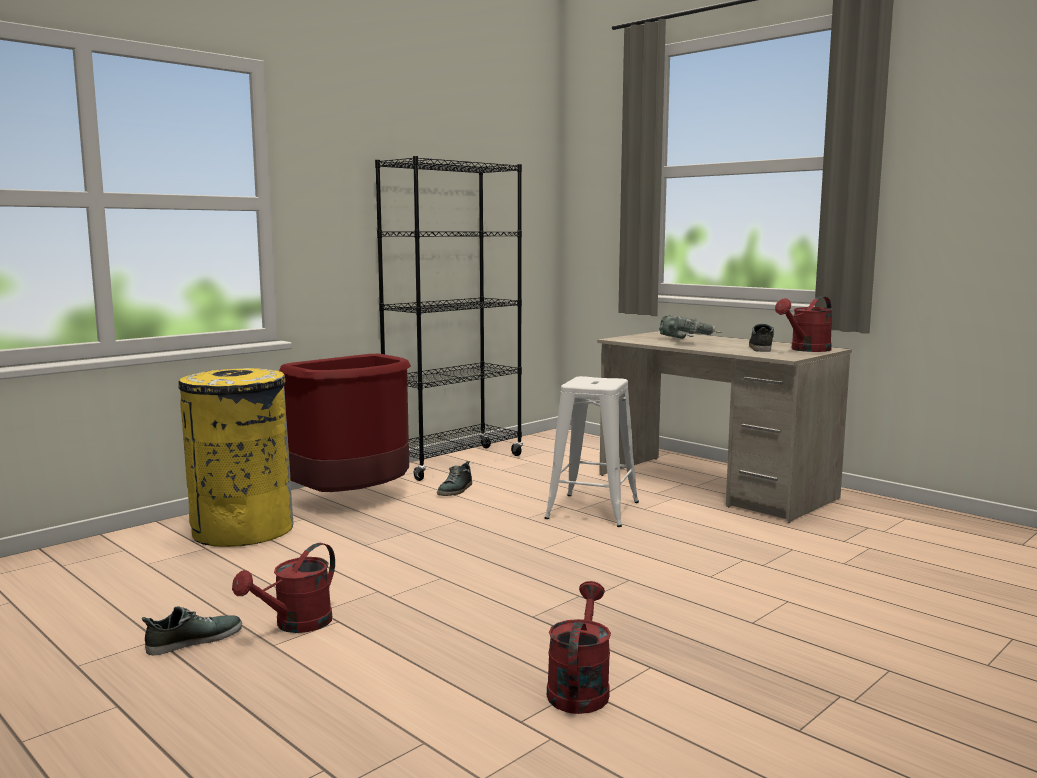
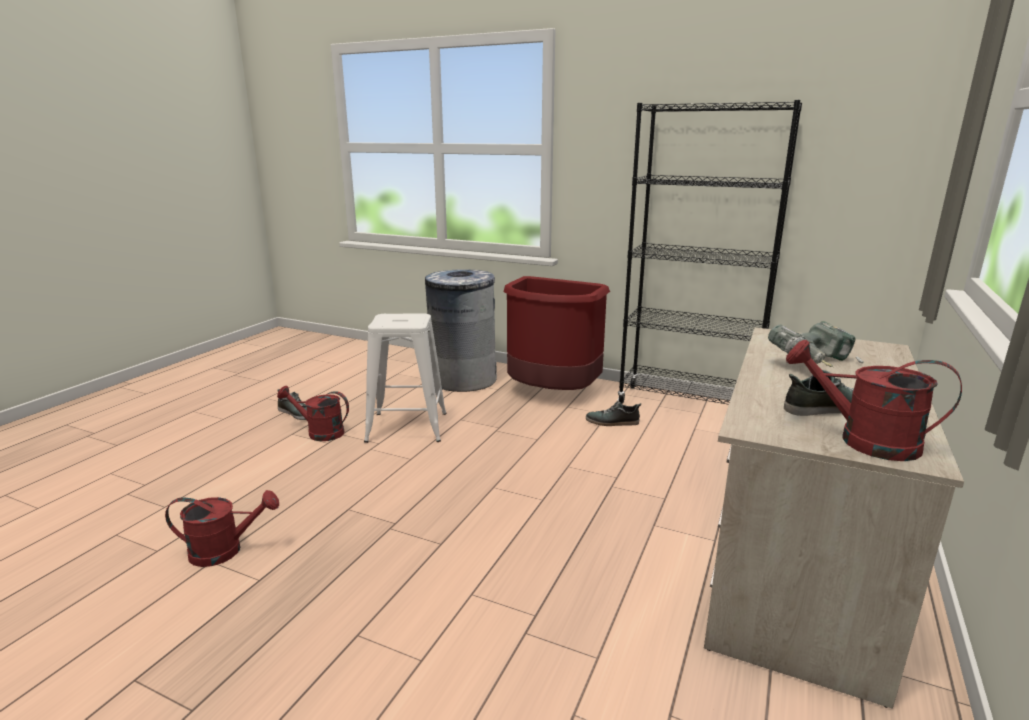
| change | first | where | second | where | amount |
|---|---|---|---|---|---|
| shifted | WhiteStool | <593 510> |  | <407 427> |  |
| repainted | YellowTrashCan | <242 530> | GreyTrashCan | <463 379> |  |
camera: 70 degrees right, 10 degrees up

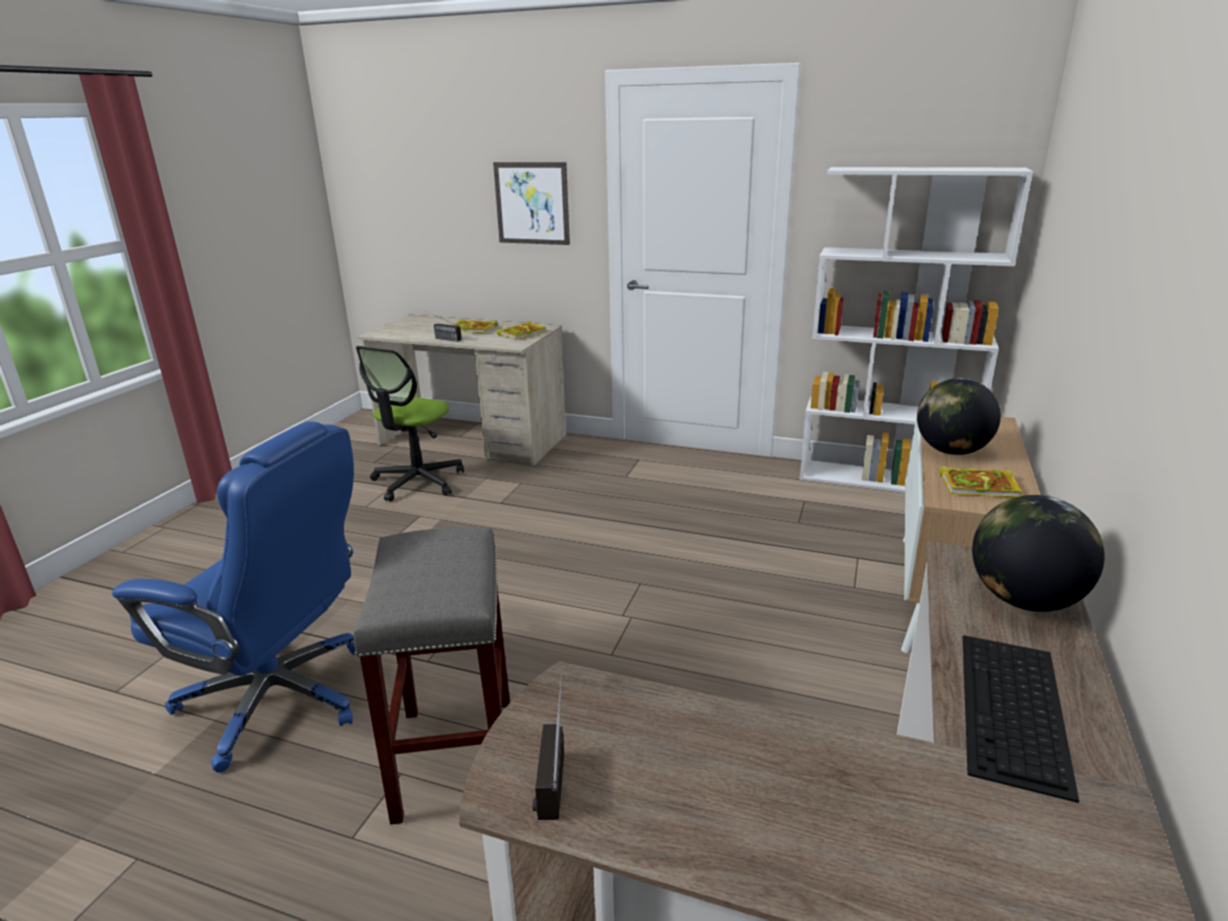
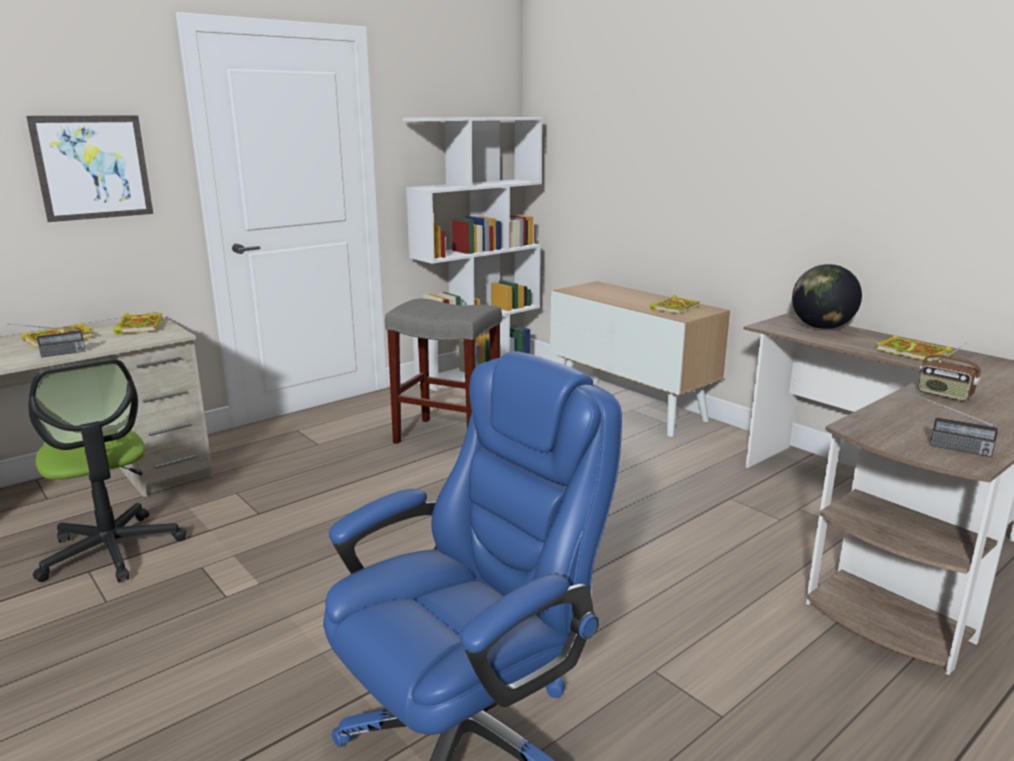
| change | first | where | second | where | amount |
|---|---|---|---|---|---|
| shifted | GreyStool | <454 755> |  | <446 437> |  |
| swapped | Keyboard | <1014 710> | Book | <914 353> |  |
| new |  |  | Radio | <944 395> |  |
| gone | Globe | <951 451> |  |  |  |
camera: 60 degrees left, 5 degrees down

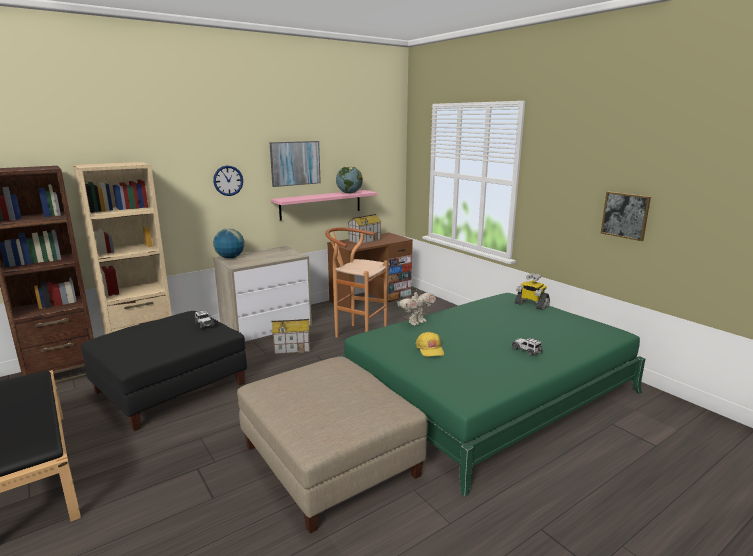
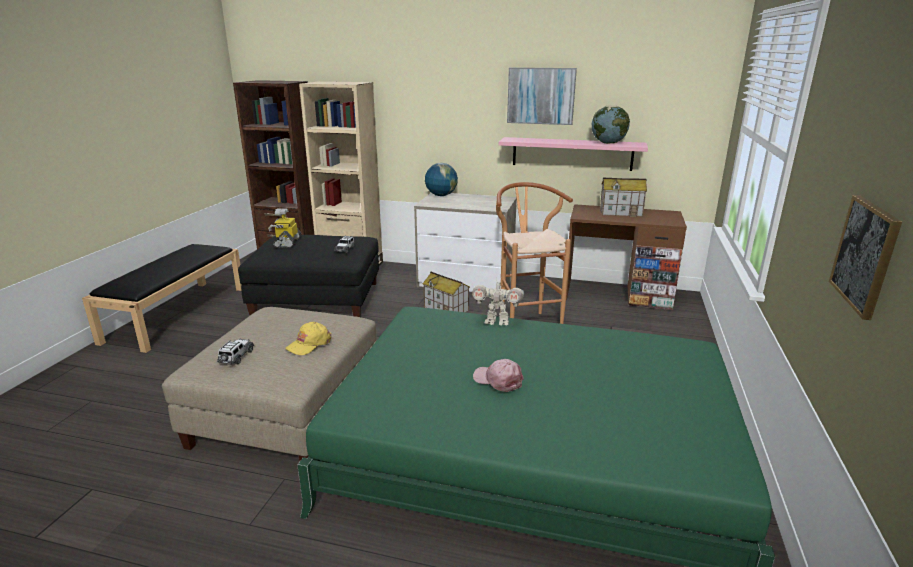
| change | first | where | second | where | amount |
|---|---|---|---|---|---|
| shifted | ToyCar | <527 351> |  | <236 357> |  |
| shifted | ToyRobot | <531 305> |  | <287 242> |  |
| shifted | YellowCap | <430 349> |  | <309 344> |  |
| new |  |  | PinkCap | <498 380> |  |
| gone | WallClock | <228 180> |  |  |  |
camera: 50 degrees right, 5 degrees up

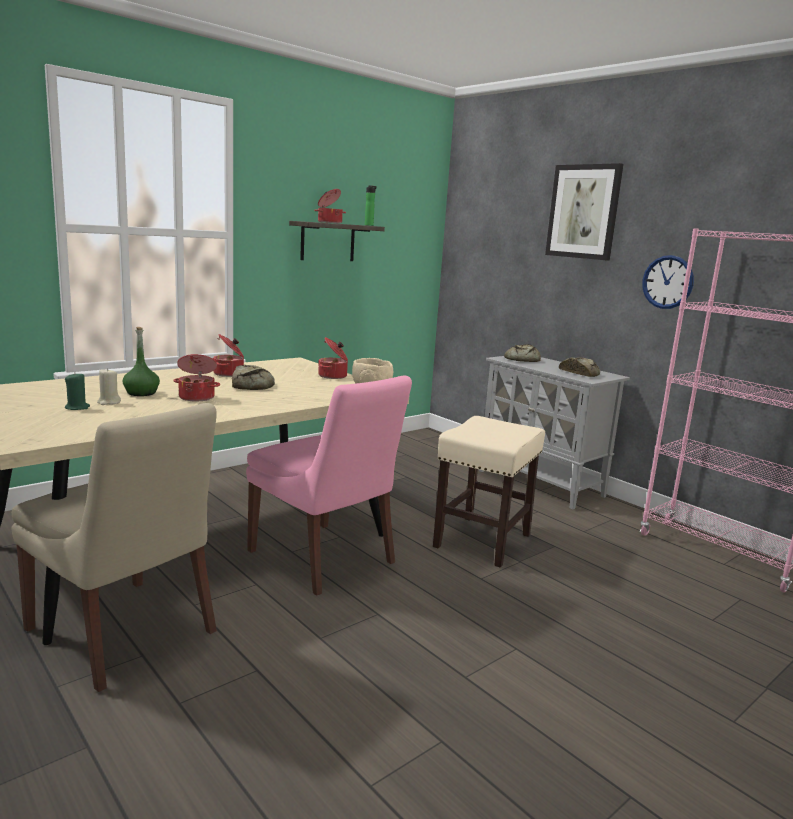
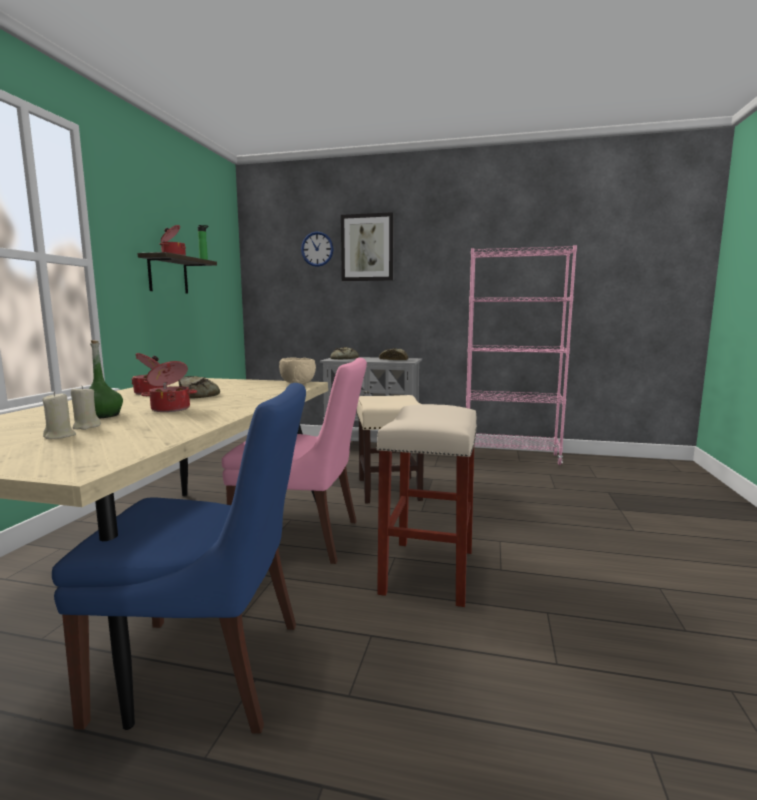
| change | first | where | second | where | amount |
|---|---|---|---|---|---|
| repainted | GreenCandle | <77 407> | BeigeCandle | <60 436> |  |
| repainted | BeigeChair | <125 633> | BlueChair | <209 670> |  |
| shifted | WallClock | <667 282> |  | <317 249> |  |
| new |  |  | BeigeStool | <427 570> |  |
| gone | CookingPot | <333 376> |  |  |  |
camera: 35 degrees left, 5 degrees down

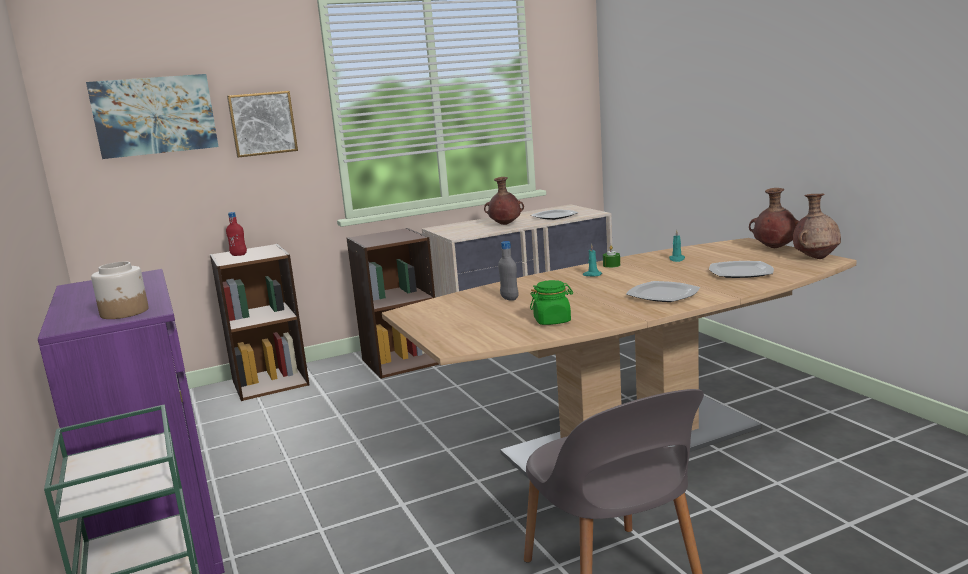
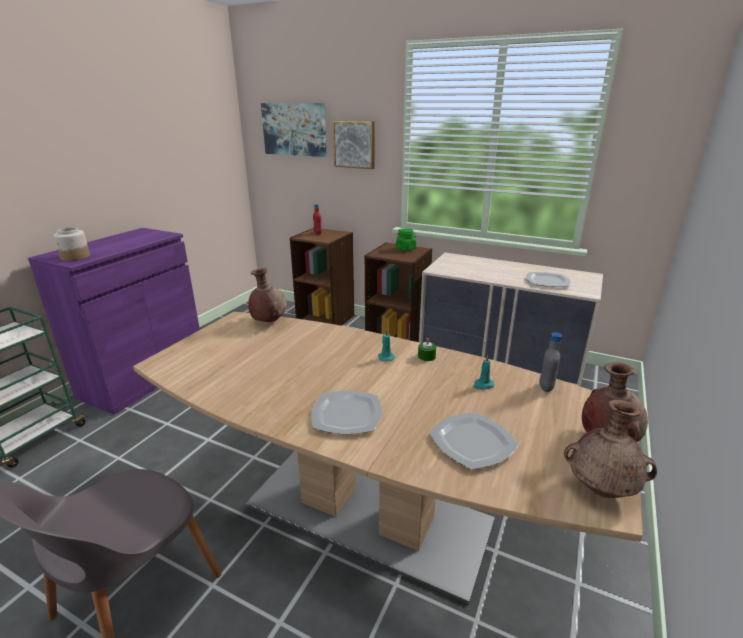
| change | first | where | second | where | amount |
|---|---|---|---|---|---|
| shifted | BrownVase | <504 225> |  | <269 321> |  |
| shifted | GreenJar | <552 321> |  | <405 249> |  |
| shifted | GreyBottle | <509 298> |  | <546 387> |  |
camera: 50 degrees right, 10 degrees up

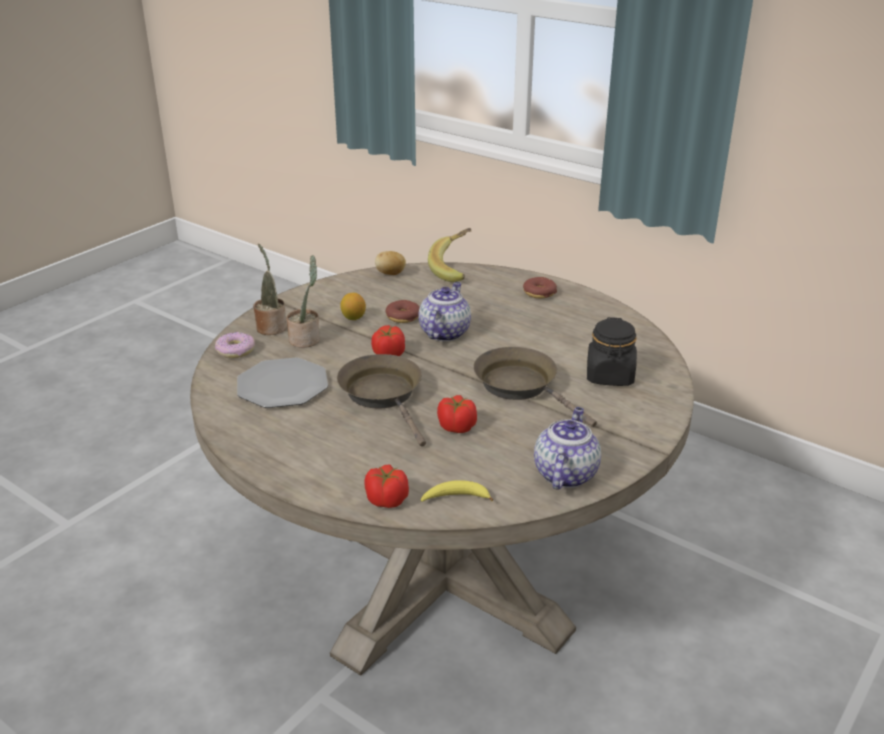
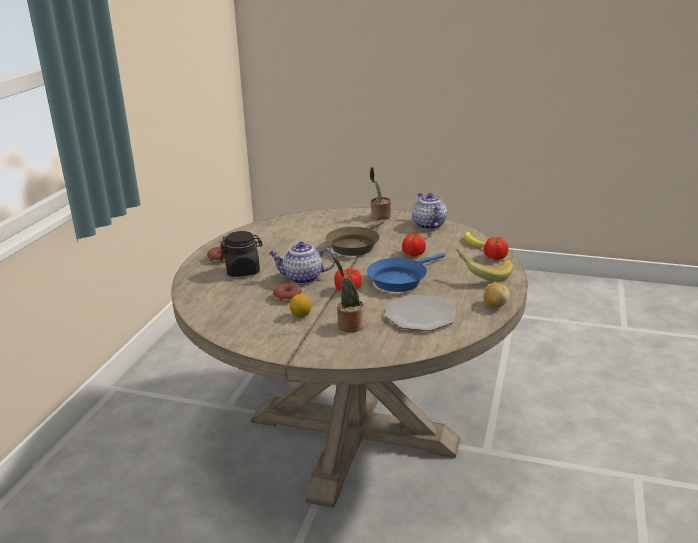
| change | first | where | second | where | amount |
|---|---|---|---|---|---|
| shifted | BlackJar | <610 376> |  | <243 270> |  |
| repainted | BrownFryingPan | <384 395> | BlueFryingPan | <400 279> |  |
| shifted | PottedPlant | <271 327> |  | <379 216> |  |
| rotated | Teapot | <565 473> |  | <428 225> | 75 degrees clockwise |
| shifted | Banana | <456 269> |  | <483 275> |  |
| shifted | Potato | <390 274> |  | <495 305> |  |
| gone | Donut | <235 351> |  |  |  |
camera: 110 degrees left, 5 degrees down

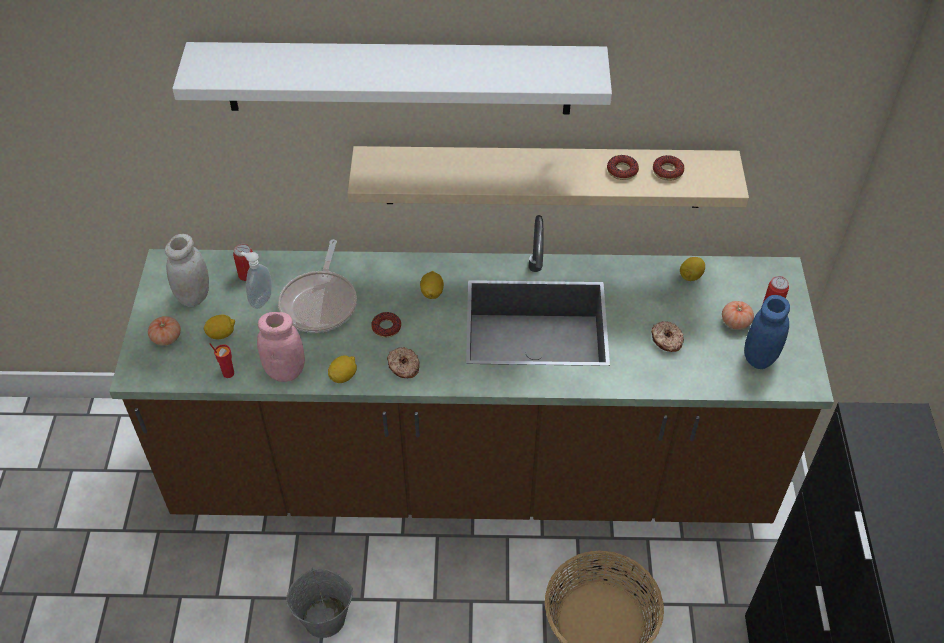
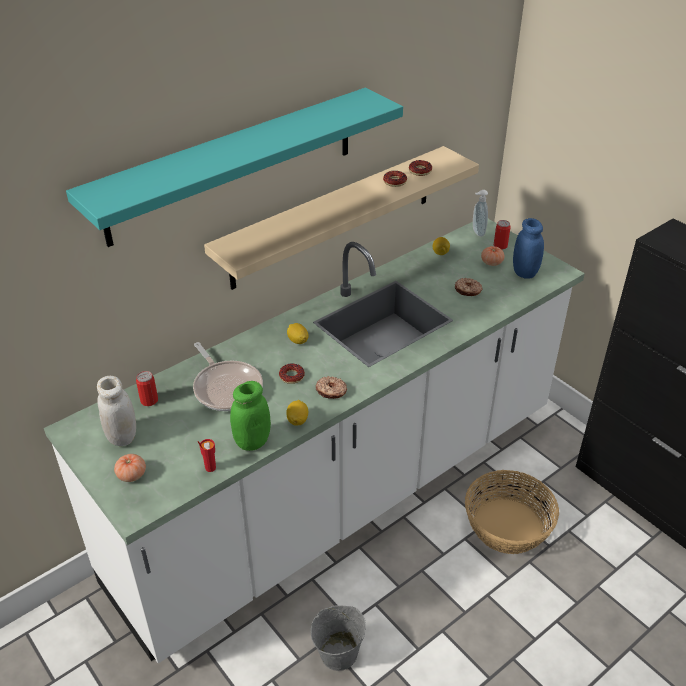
| change | first | where | second | where | amount |
|---|---|---|---|---|---|
| repainted | BrownCounter | <472 474> | WhiteCounter | <343 495> |  |
| repainted | WhiteShelf | <398 78> | TurquoiseShelf | <233 165> |  |
| repainted | PinkJar | <285 371> | GreenJar | <252 441> |  |
| shifted | SoapDispenser | <260 300> |  | <477 232> |  |
| gone | Lemon | <221 334> |  |  |  |
camera: 40 degrees left, 10 degrees down

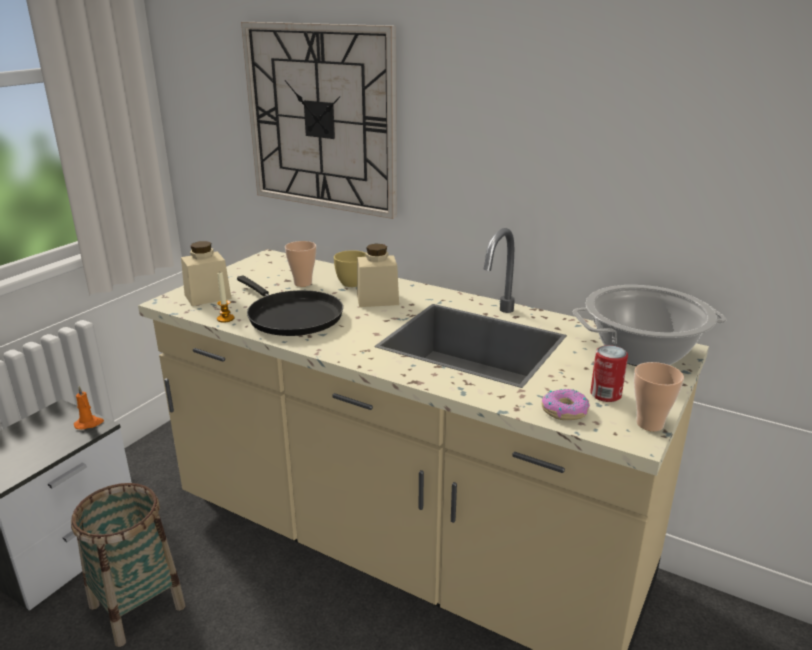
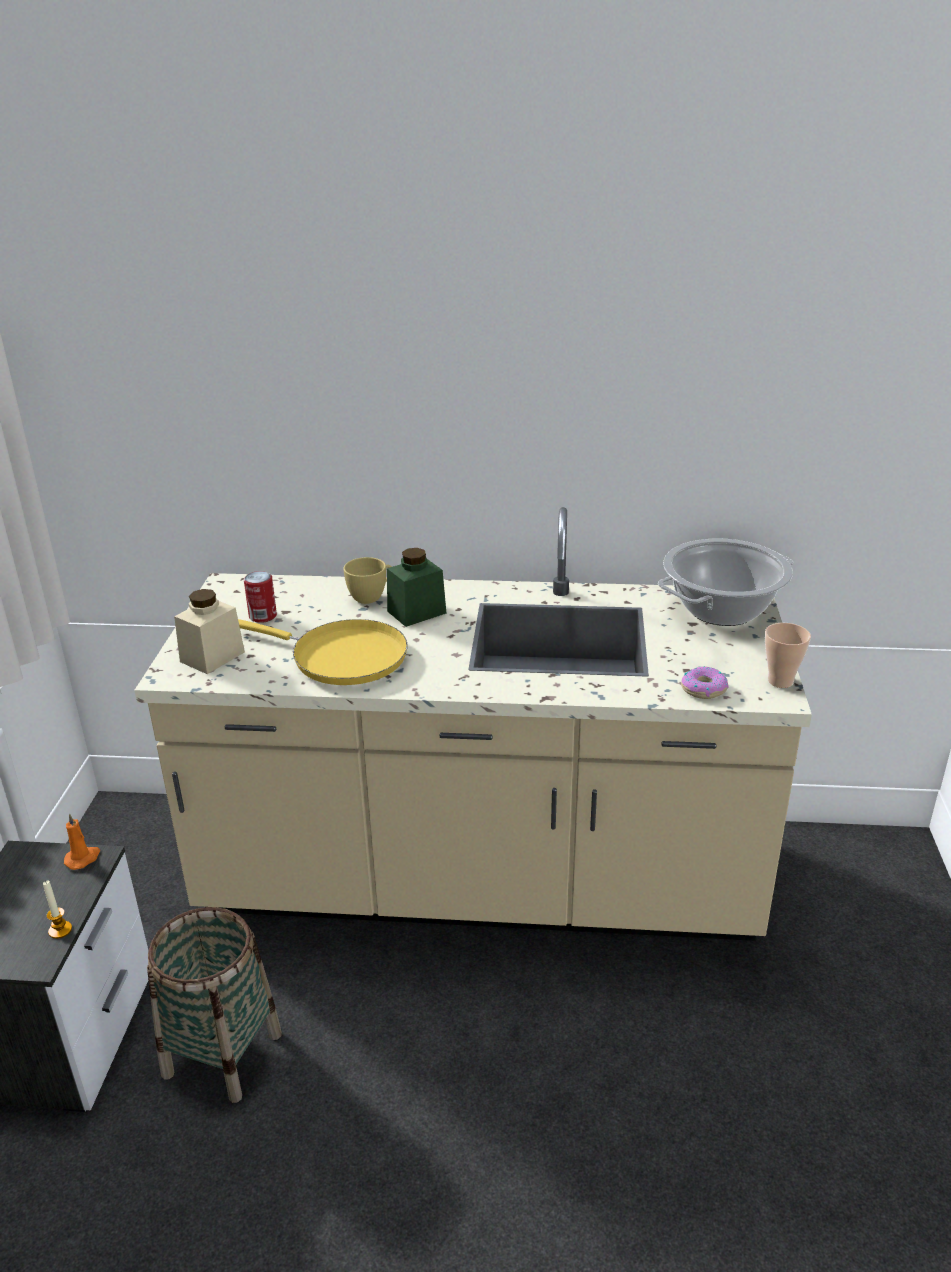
| change | first | where | second | where | amount |
|---|---|---|---|---|---|
| shifted | Candle | <225 318> |  | <60 930> |  |
| repainted | BlackFryingPan | <291 316> | YellowFryingPan | <342 657> |  |
| shifted | Can | <605 394> |  | <263 616> |  |
| repainted | BeigeJar | <377 299> | GreenJar | <416 612> |  |
| gone | WallClock | <321 119> |  |  |  |
| gone | Cup | <303 283> |  |  |  |
camera: 25 degrees left, 5 degrees up

